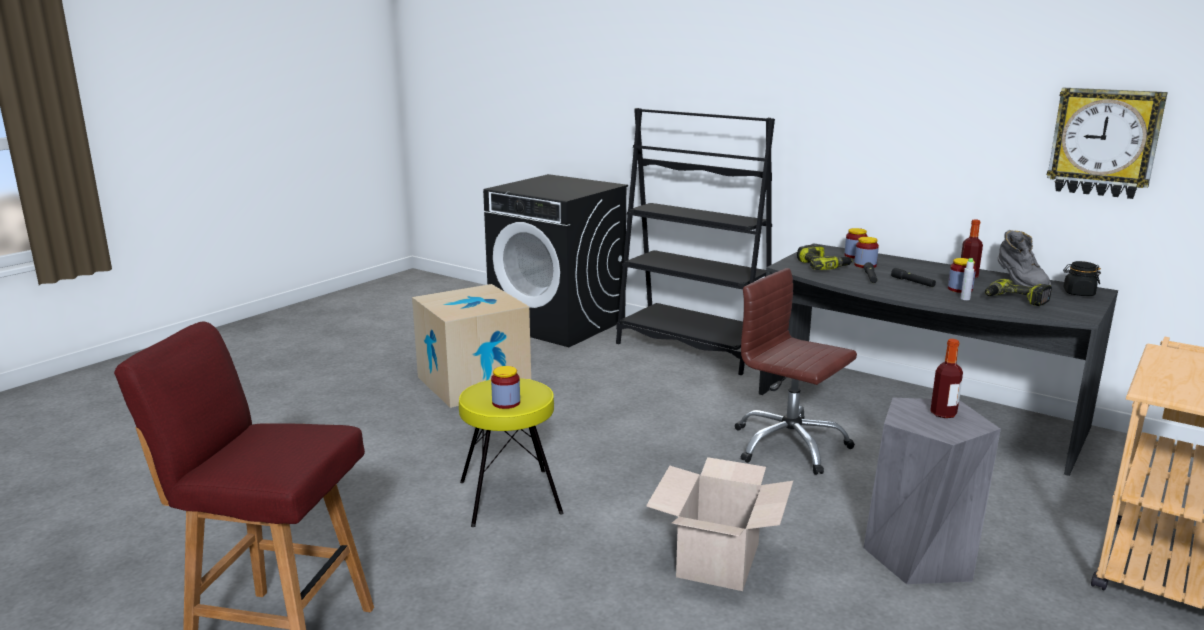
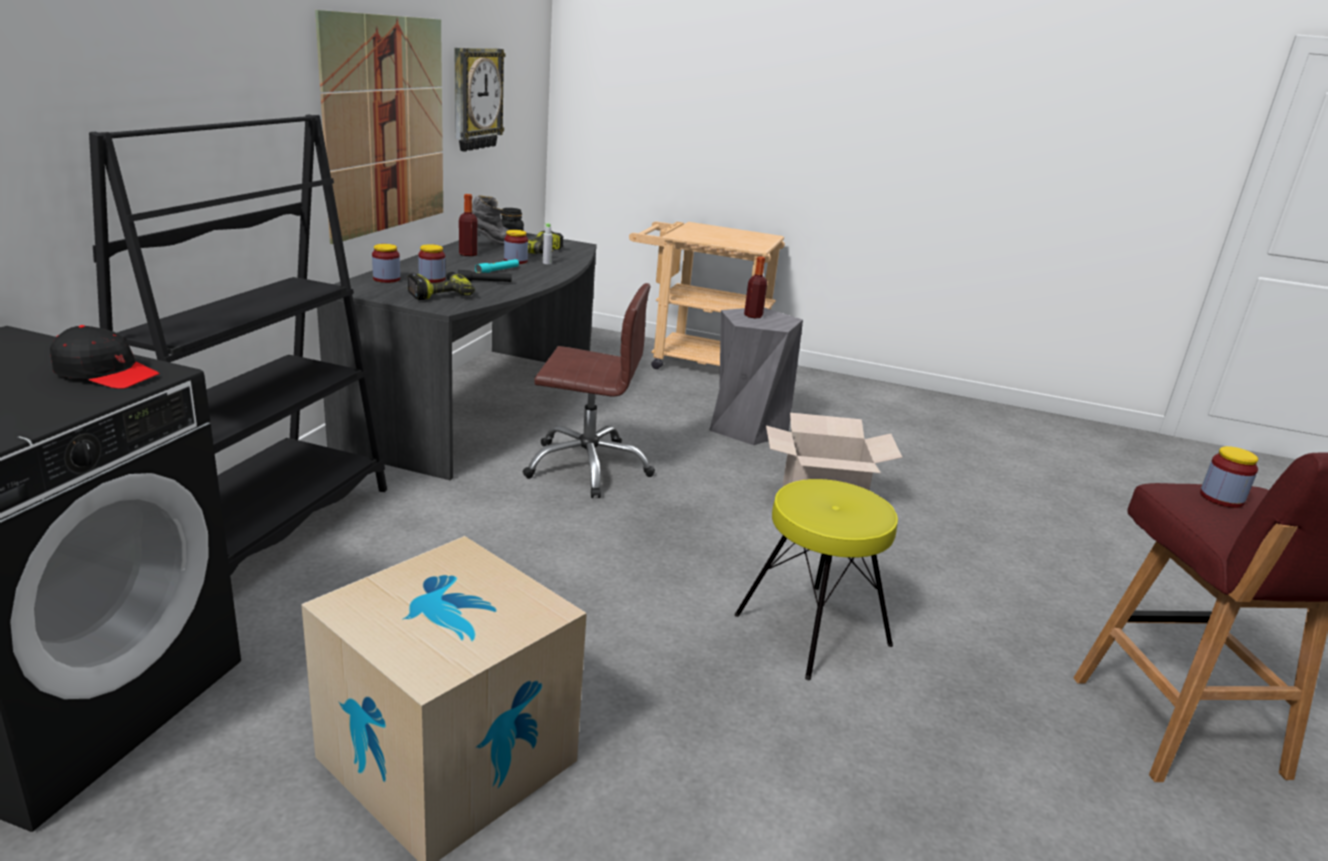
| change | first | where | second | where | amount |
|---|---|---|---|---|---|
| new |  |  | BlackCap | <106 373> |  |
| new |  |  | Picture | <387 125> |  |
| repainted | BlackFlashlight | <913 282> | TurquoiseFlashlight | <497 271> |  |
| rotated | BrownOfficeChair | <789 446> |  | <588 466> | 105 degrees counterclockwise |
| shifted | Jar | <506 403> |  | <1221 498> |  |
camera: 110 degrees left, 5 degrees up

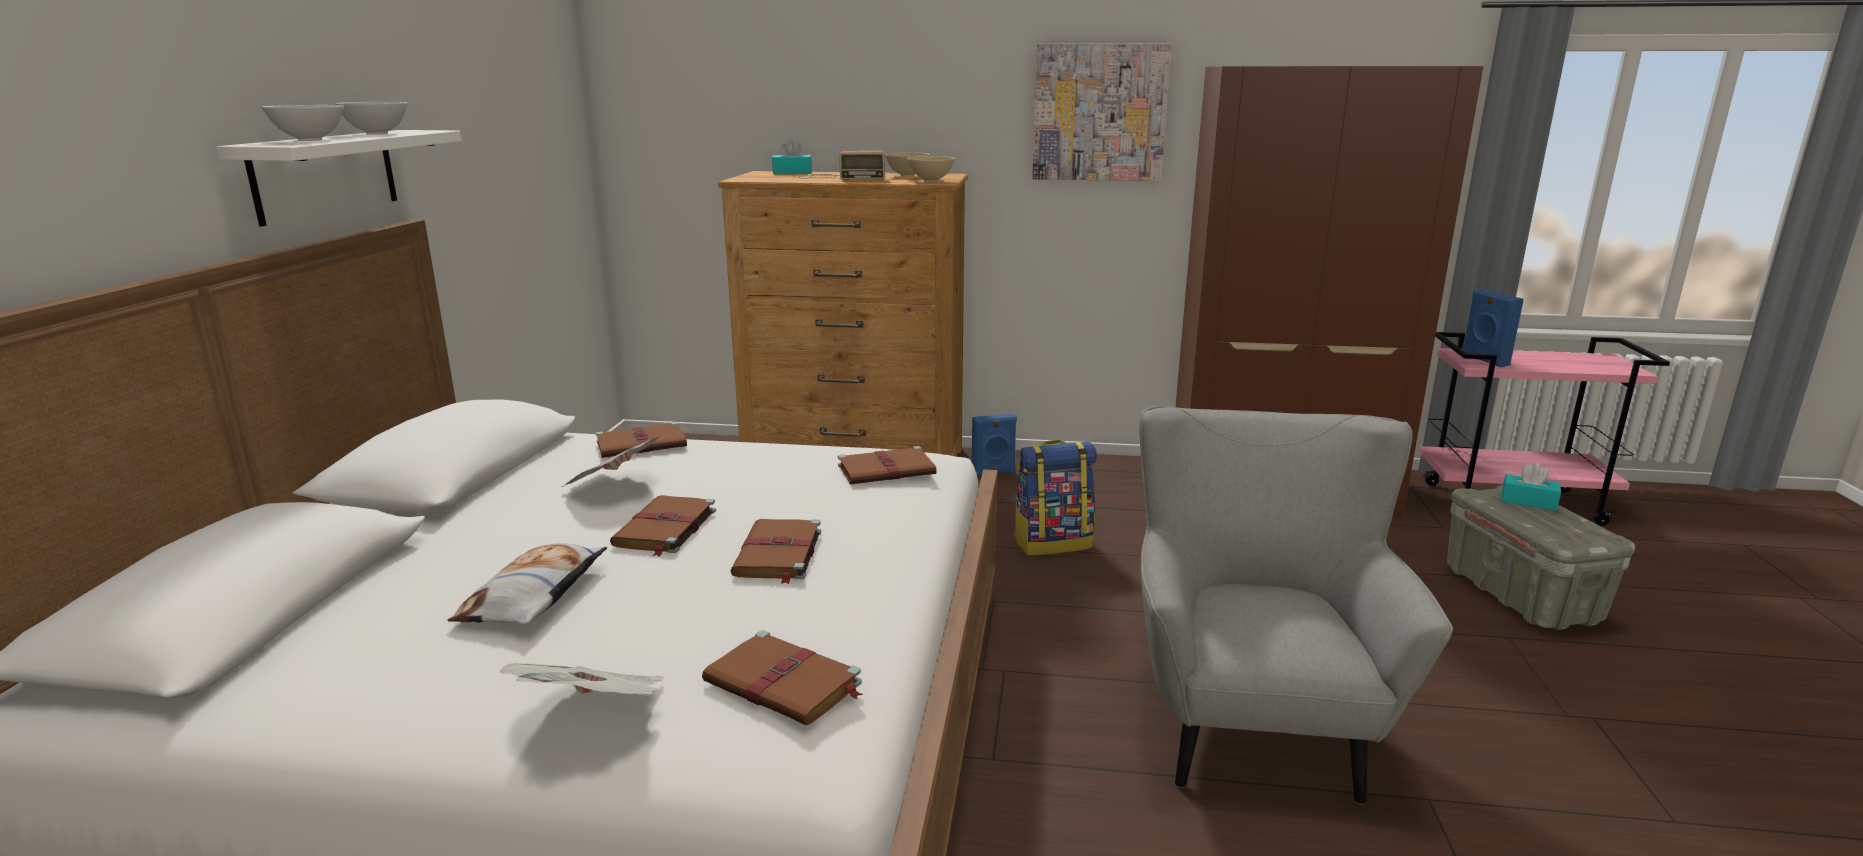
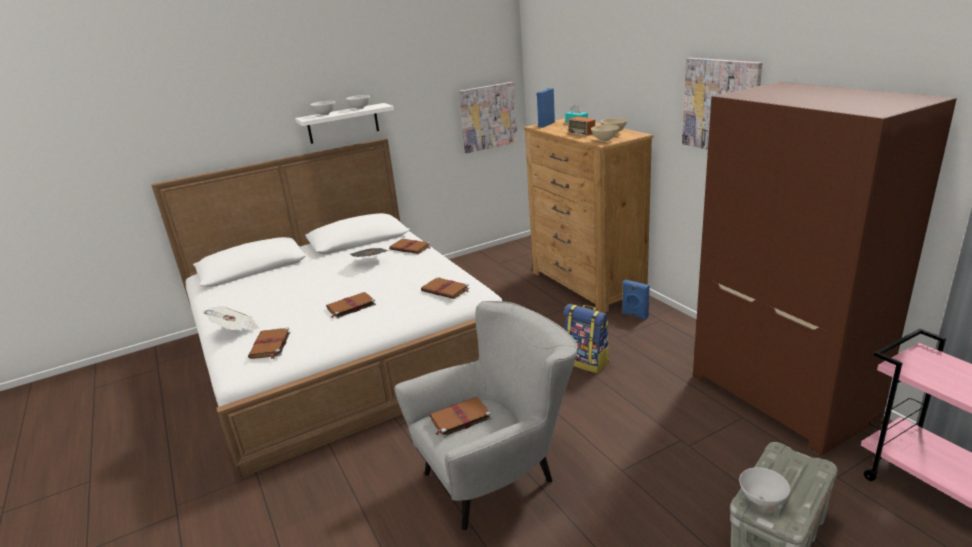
| change | first | where | second | where | amount |
|---|---|---|---|---|---|
| shifted | BrownBook | <665 529> |  | <459 418> |  |
| new |  |  | Picture | <488 117> |  |
| shifted | BlueSpeaker | <1483 360> |  | <545 125> |  |
| new |  |  | WhiteBowl | <762 499> |  |
| gone | Pillow | <534 596> |  |  |  |
| gone | TurquoiseTissueBox | <1528 501> |  |  |  |
camera: 55 degrees right, 5 degrees up

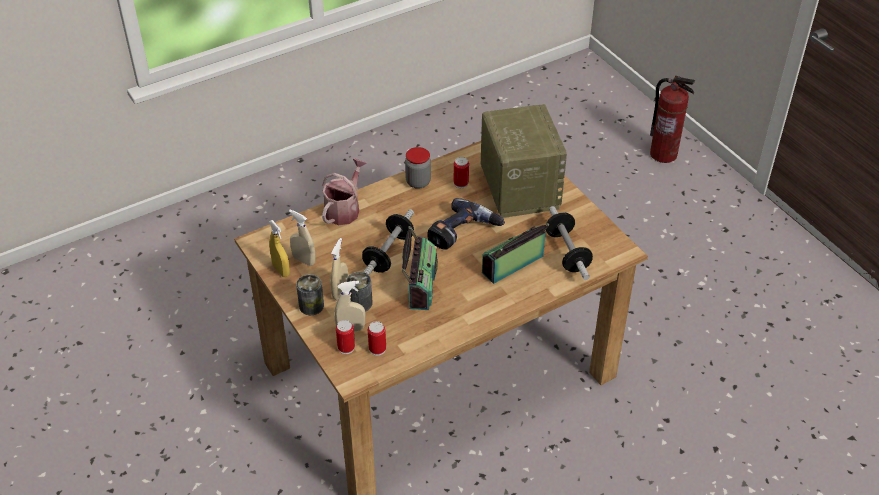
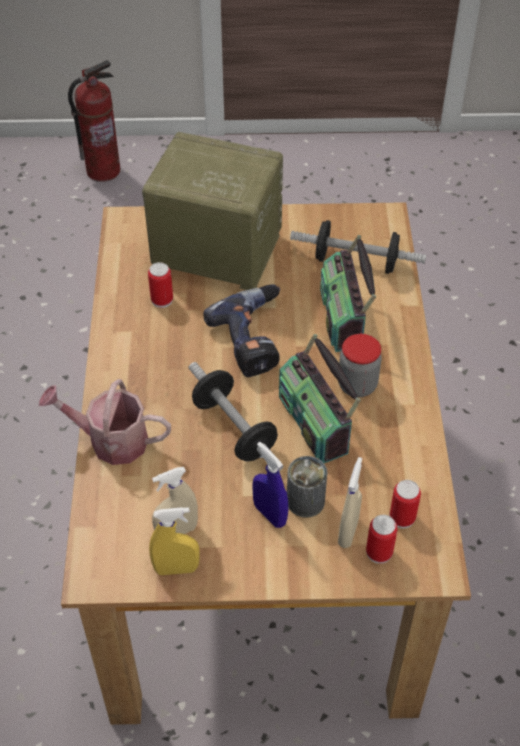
| change | first | where | second | where | amount |
|---|---|---|---|---|---|
| rotated | WateringCan | <344 209> |  | <110 440> | 45 degrees counterclockwise |
| repainted | BeigeSprayBottle | <340 292> | BlueSprayBottle | <269 514> |  |
| rotated | Radio | <420 285> |  | <315 422> | 150 degrees counterclockwise |
| shifted | Jar | <418 182> |  | <357 385> |  |
| gone | Can | <311 306> |  |  |  |
camera: 60 degrees left, 5 degrees up

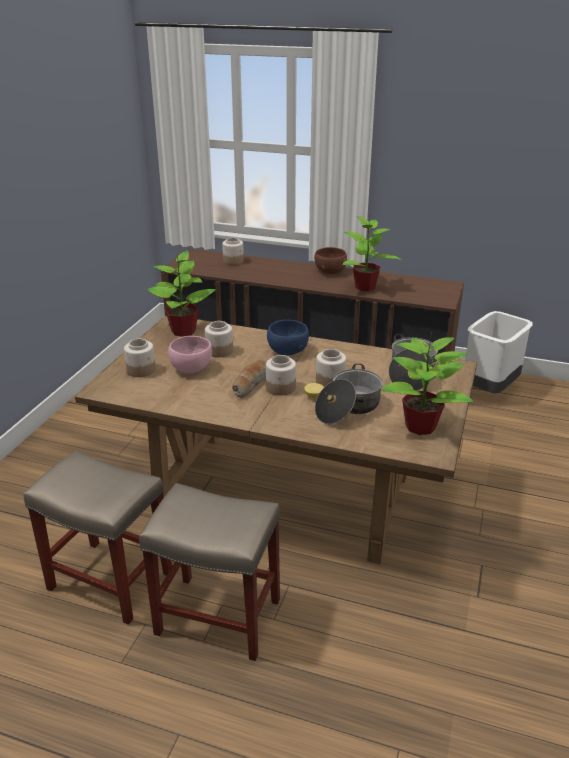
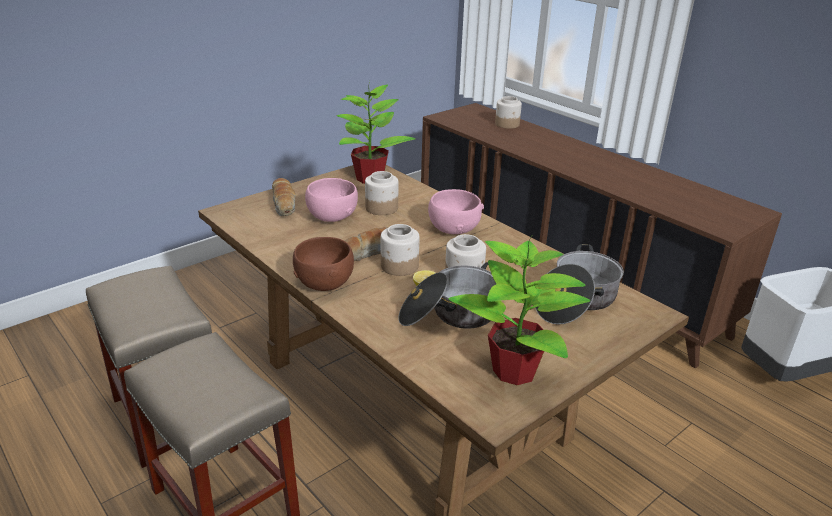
| change | first | where | second | where | amount |
|---|---|---|---|---|---|
| swapped | Jar | <141 370> | Bread | <284 204> |  |
| shifted | BrownBowl | <330 272> |  | <325 283> |  |
| repainted | BlueBowl | <287 351> | PinkBowl | <453 229> |  |
| gone | PottedPlant | <365 287> |  |  |  |
camera: 30 degrees right, 0 degrees up

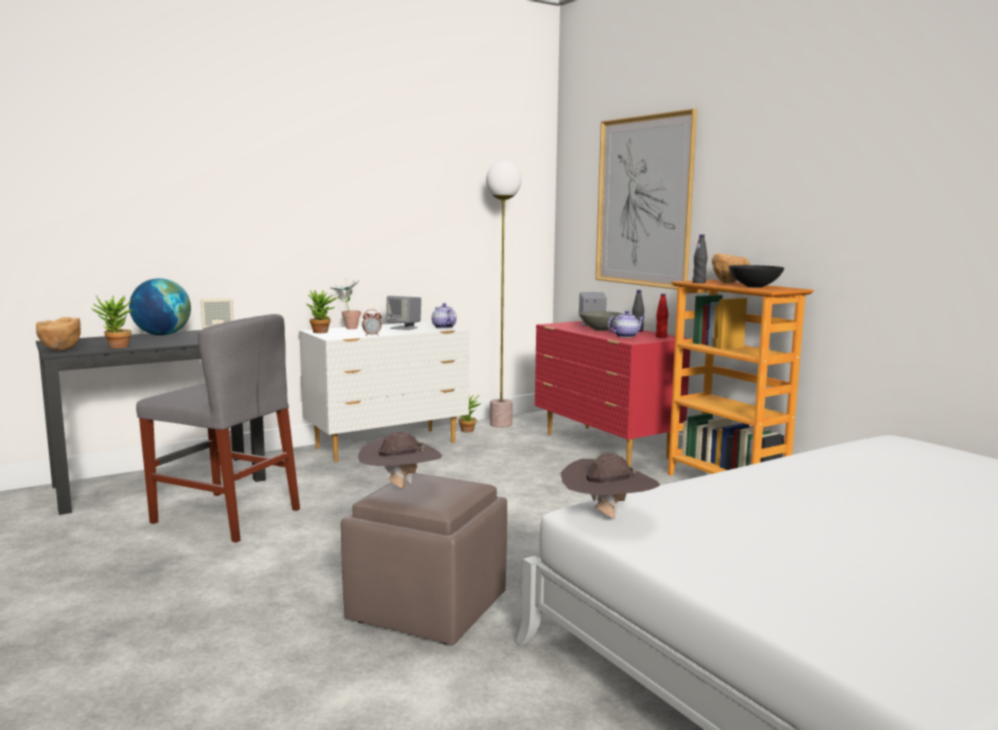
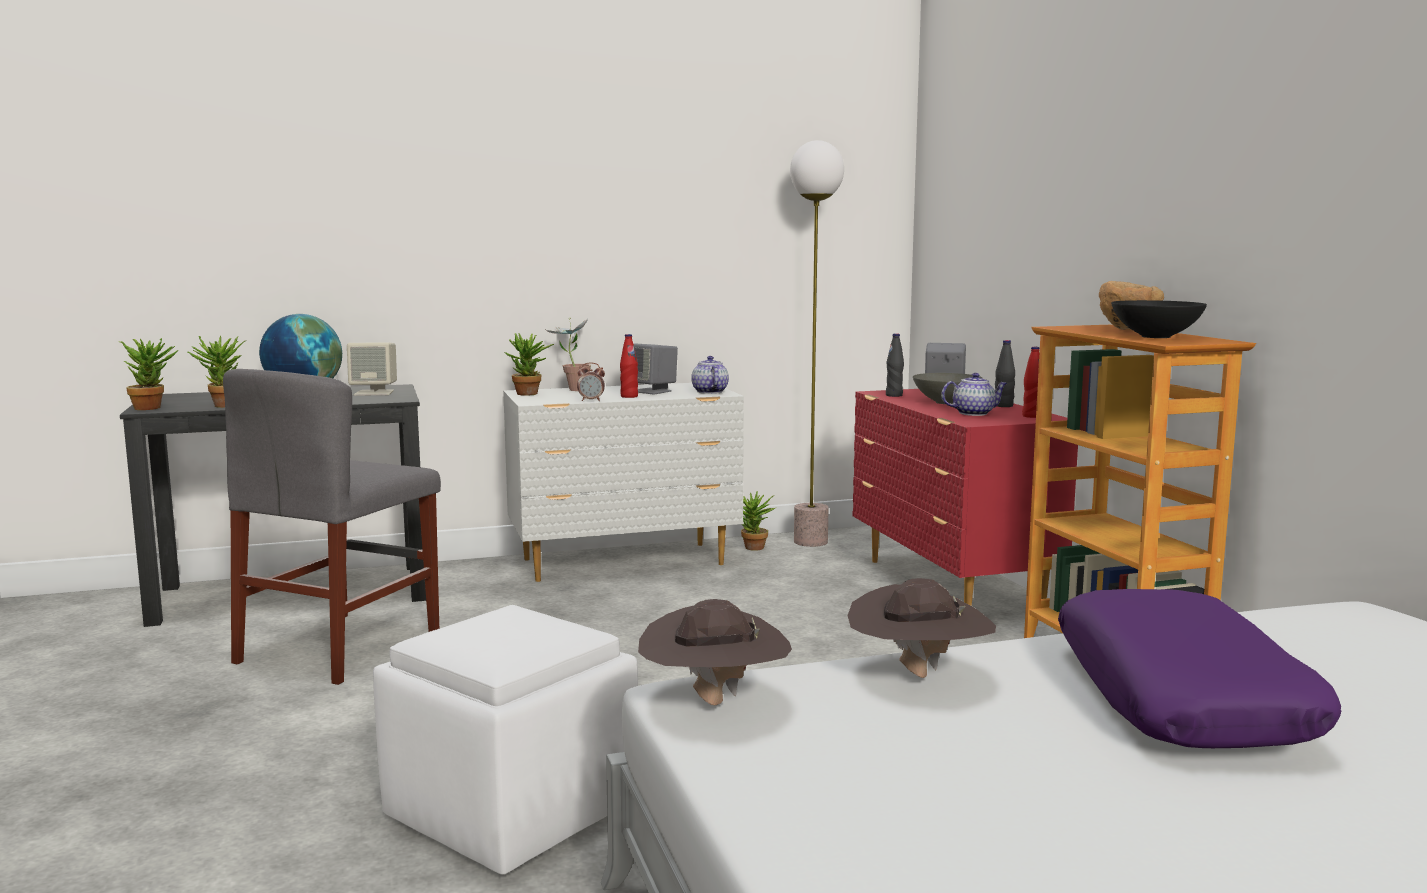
| change | first | where | second | where | amount |
|---|---|---|---|---|---|
| swapped | BrownBowl | <60 350> | PottedPlant | <152 407> |  |
| rotated | GreyChair | <226 516> |  | <340 646> | 75 degrees clockwise |
| repainted | BrownOttoman | <427 607> | WhiteOttoman | <511 811> |  |
| new |  |  | RedBottle | <629 396> |  |
| shifted | BrownHat | <400 487> |  | <918 676> |  |
| shifted | BlackBottle | <699 282> |  | <894 395> |  |
| new |  |  | PurplePillow | <1182 697> |  |
| gone | Picture | <643 201> |  |  |  |
camera: 15 degrees right, 0 degrees up

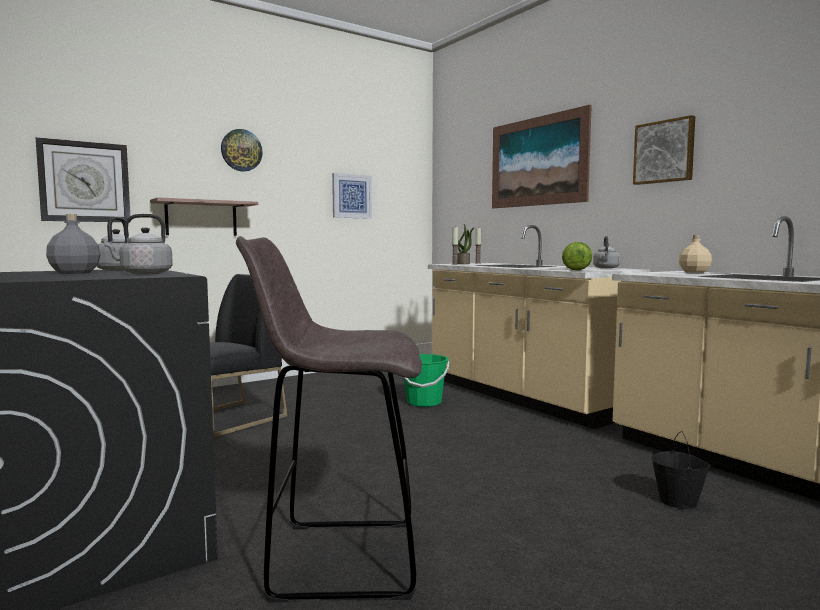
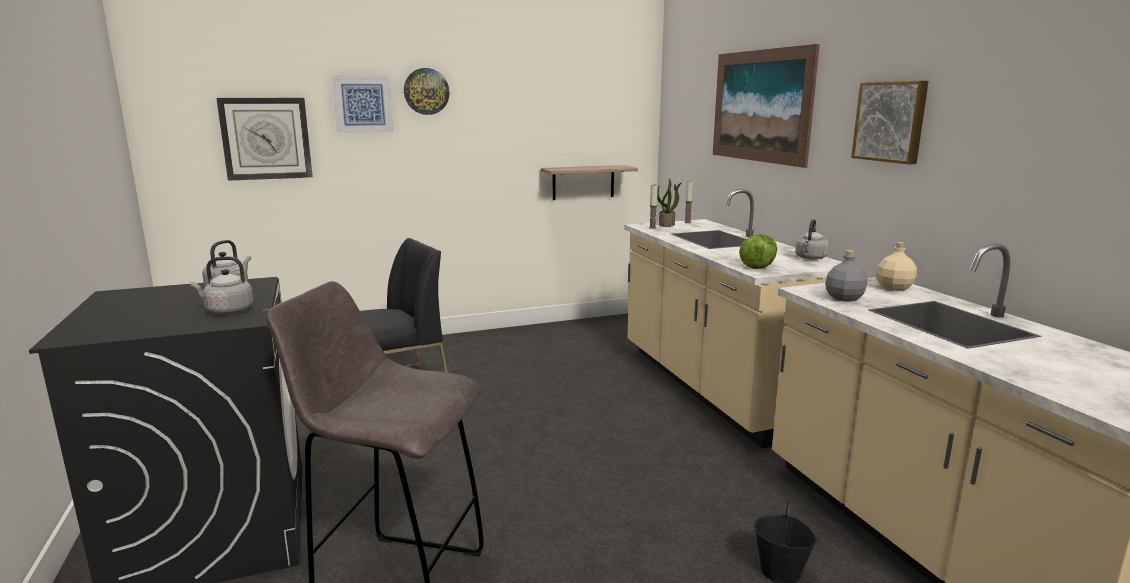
| change | first | where | second | where | amount |
|---|---|---|---|---|---|
| shifted | Picture | <351 196> |  | <363 104> |  |
| shifted | Shelf | <201 218> |  | <583 182> |  |
| shifted | GreyBottle | <76 273> |  | <844 298> |  |
| gone | GreenBucket | <424 402> |  |  |  |
camera: 15 degrees right, 10 degrees up

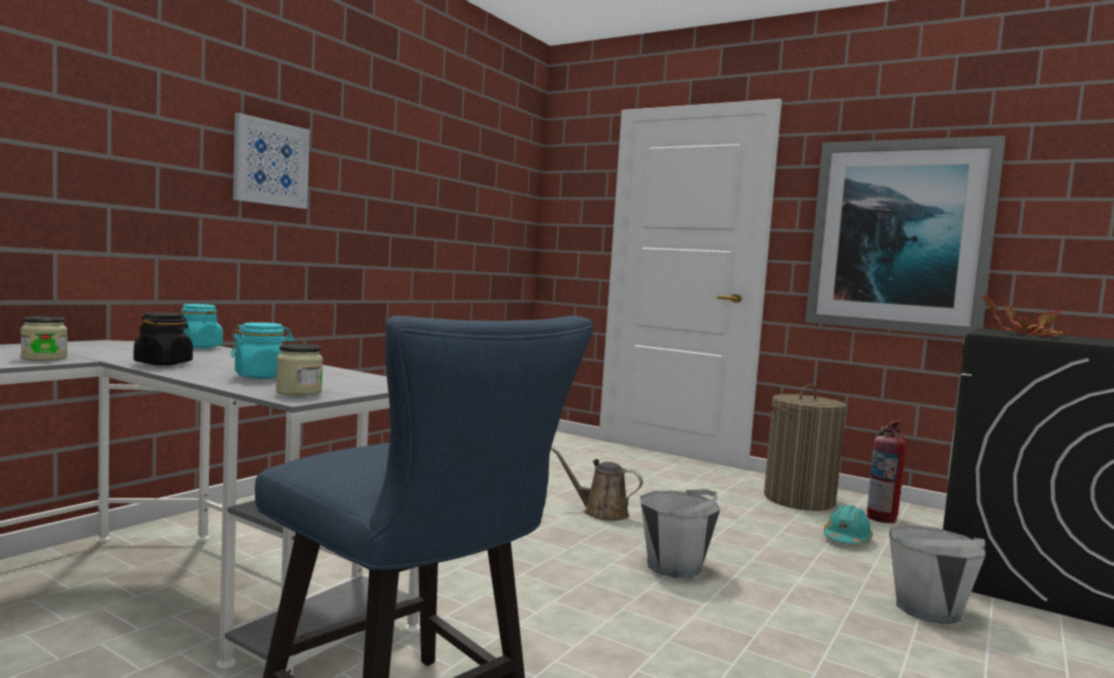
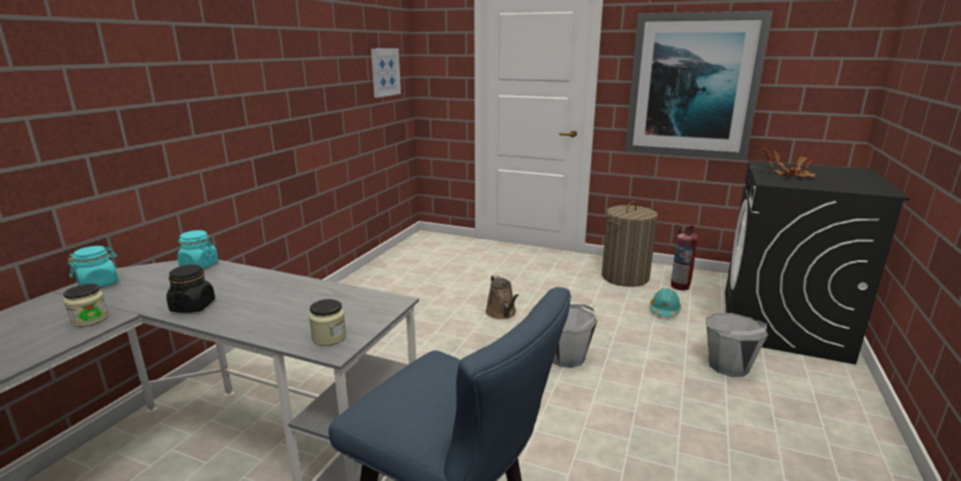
| change | first | where | second | where | amount |
|---|---|---|---|---|---|
| shifted | TurquoiseJar | <262 376> |  | <99 284> |  |
| shifted | Picture | <270 163> |  | <385 72> |  |
| rotated | BrownWateringCan | <601 512> |  | <502 313> | 120 degrees counterclockwise |
camera: 10 degrees left, 15 degrees up

